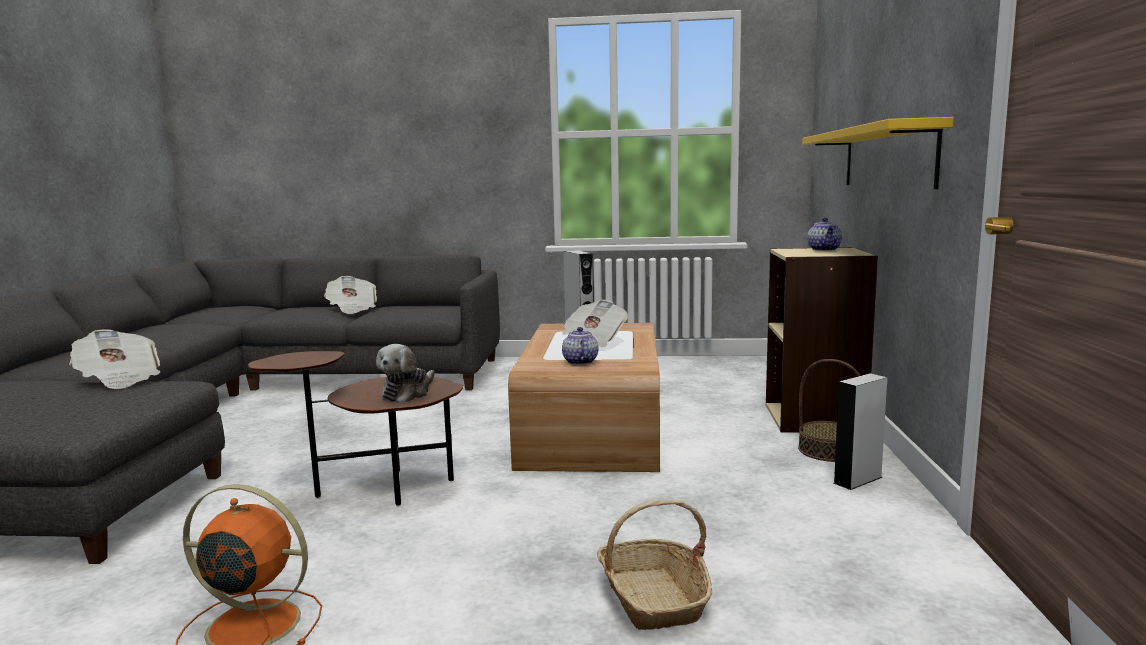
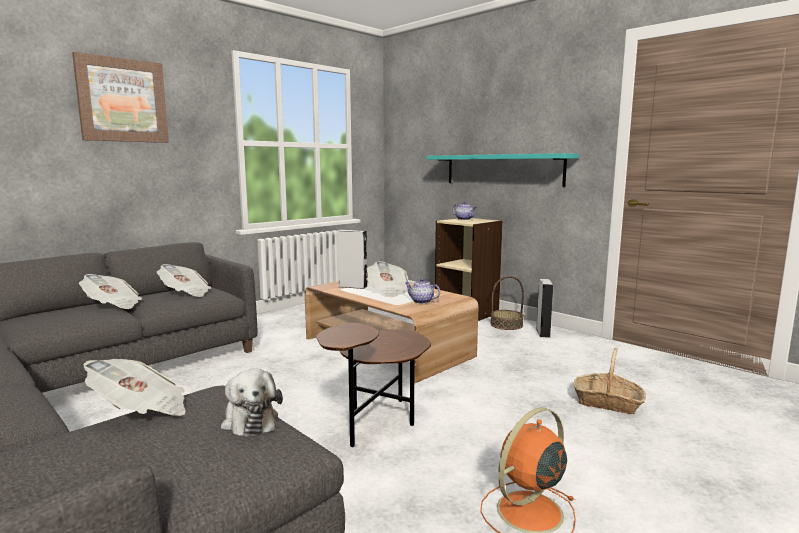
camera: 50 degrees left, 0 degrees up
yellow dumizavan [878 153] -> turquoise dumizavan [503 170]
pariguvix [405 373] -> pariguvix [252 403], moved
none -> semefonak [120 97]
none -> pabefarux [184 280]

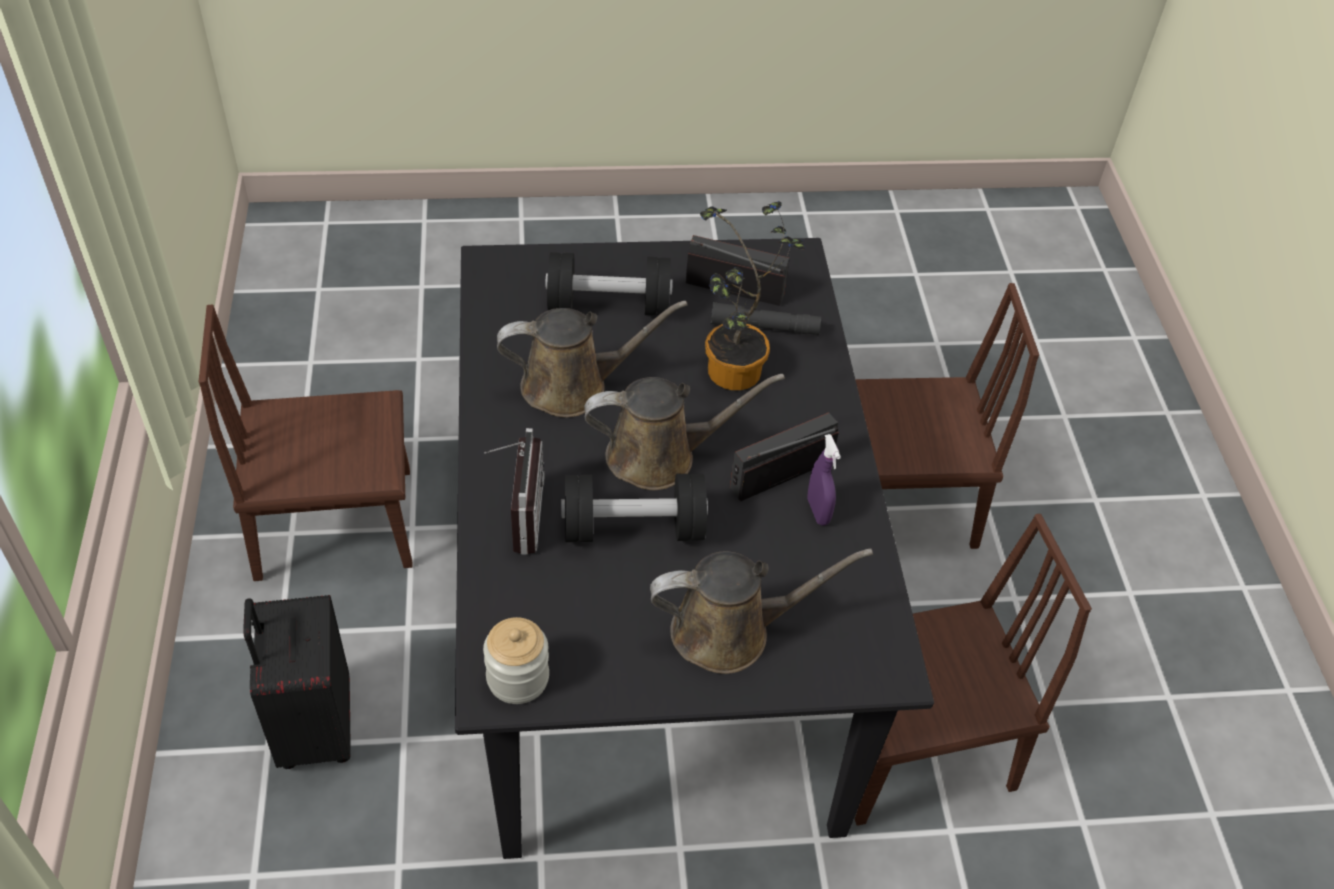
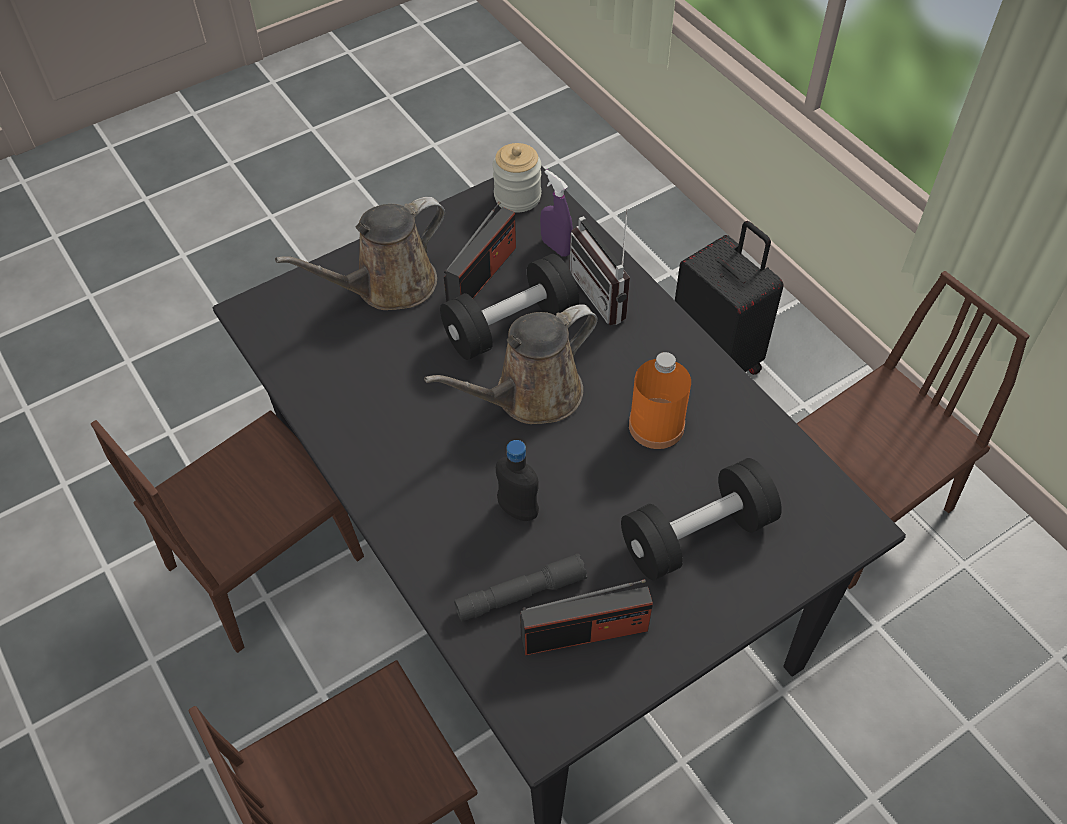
camera: 155 degrees right, 5 degrees up
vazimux [752 295] -> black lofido [517 480]
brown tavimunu [592 359] -> orange lofido [660 400]
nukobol [784 457] -> nukobol [480 252], moved
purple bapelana [824 480] -> purple bapelana [556 213], moved

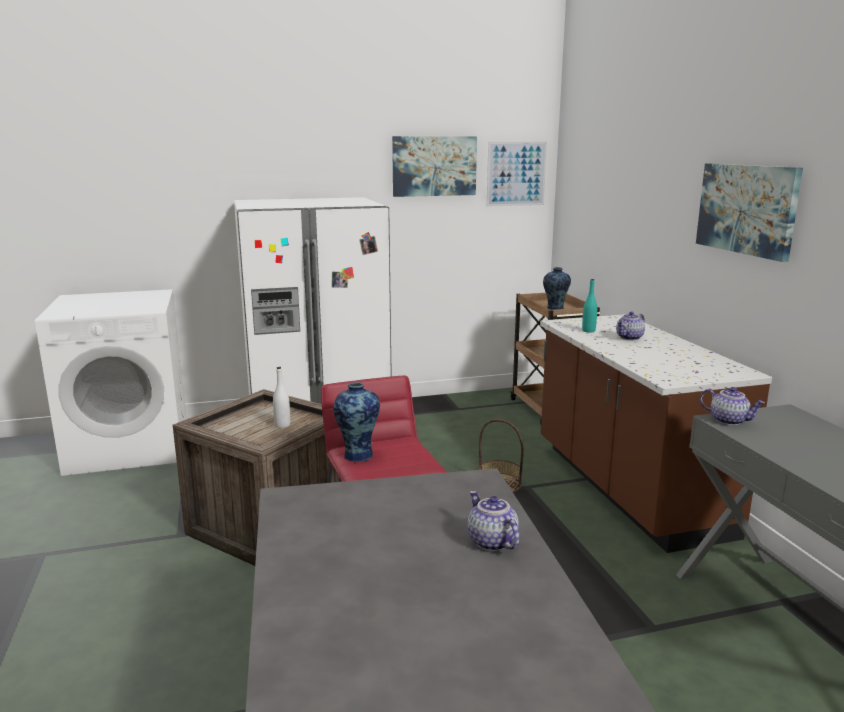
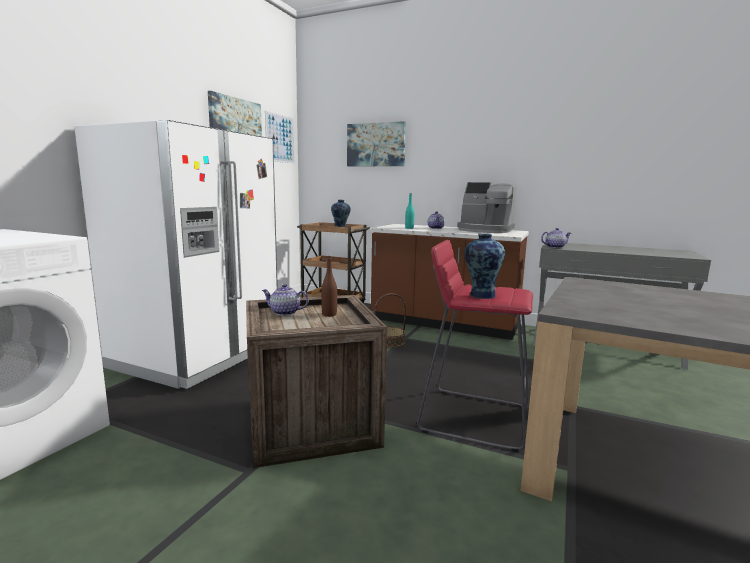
camera: 50 degrees left, 5 degrees down
semefonak [749 212] -> semefonak [376 143], moved
white lofido [281 397] -> brown lofido [329 286]
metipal [493 521] -> metipal [285 300], moved
none -> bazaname [486 207]

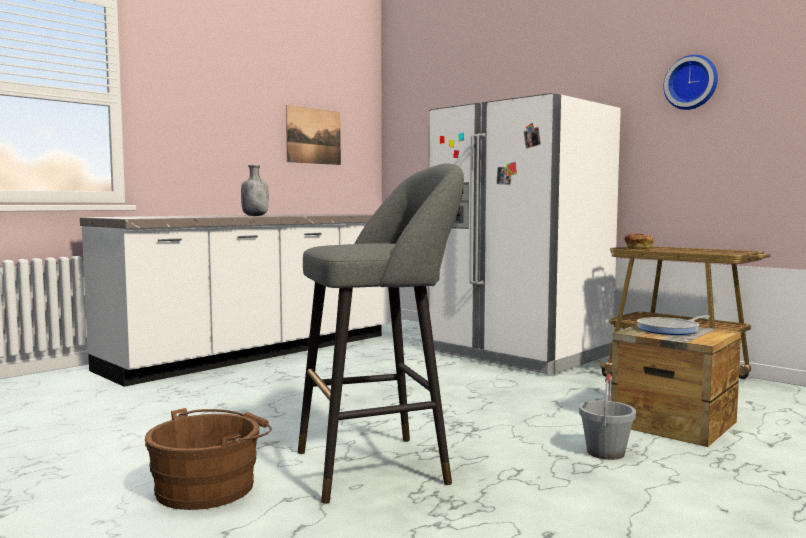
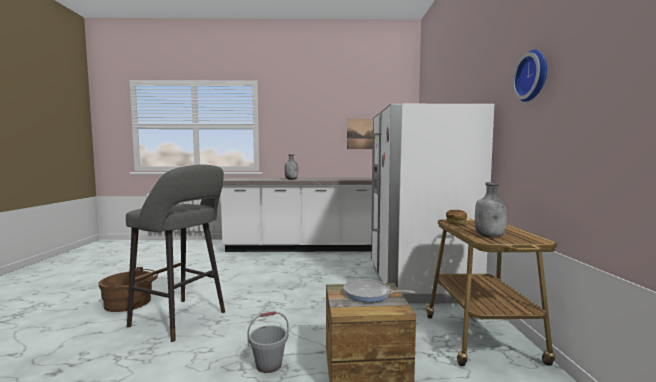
camera: 45 degrees right, 0 degrees up
none -> grey lofido [491 209]

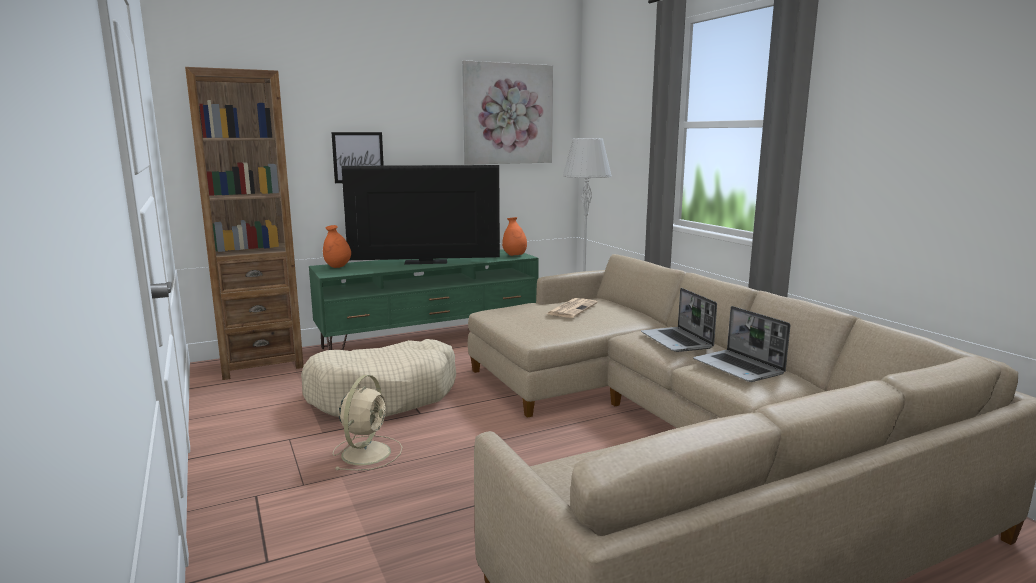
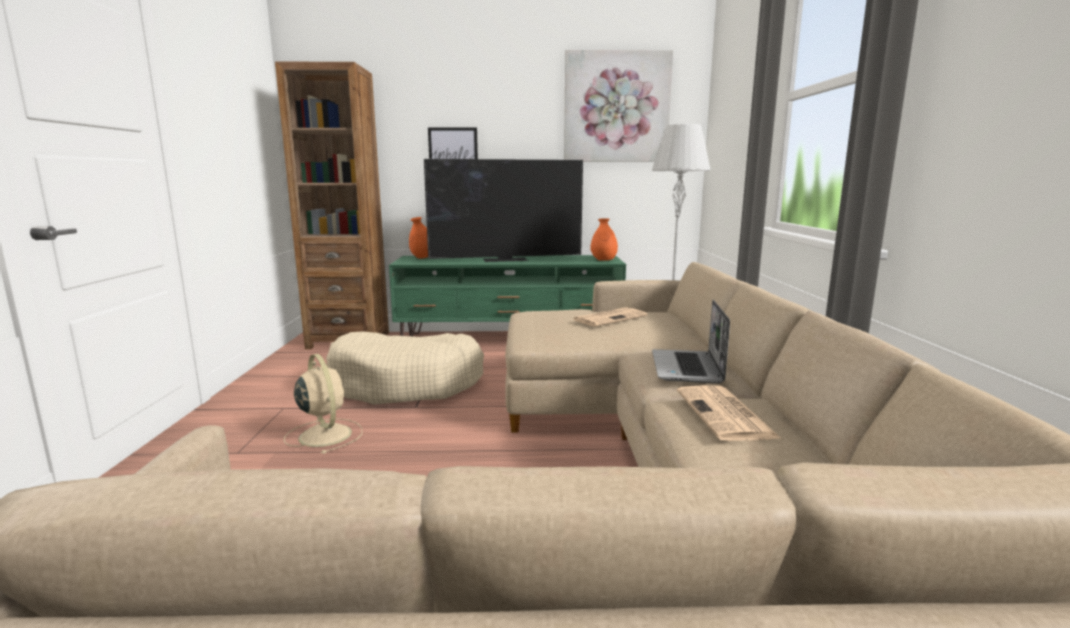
camera: 25 degrees right, 0 degrees up
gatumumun [421 215] -> gatumumun [503 210], 150 degrees clockwise
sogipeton [742 344] -> pabefarux [729 413]
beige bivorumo [368 423] -> beige bivorumo [323 404], 75 degrees counterclockwise

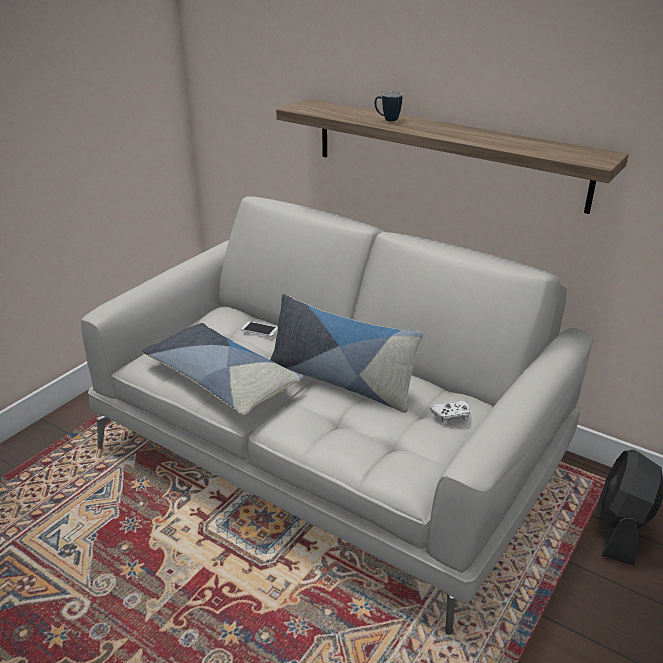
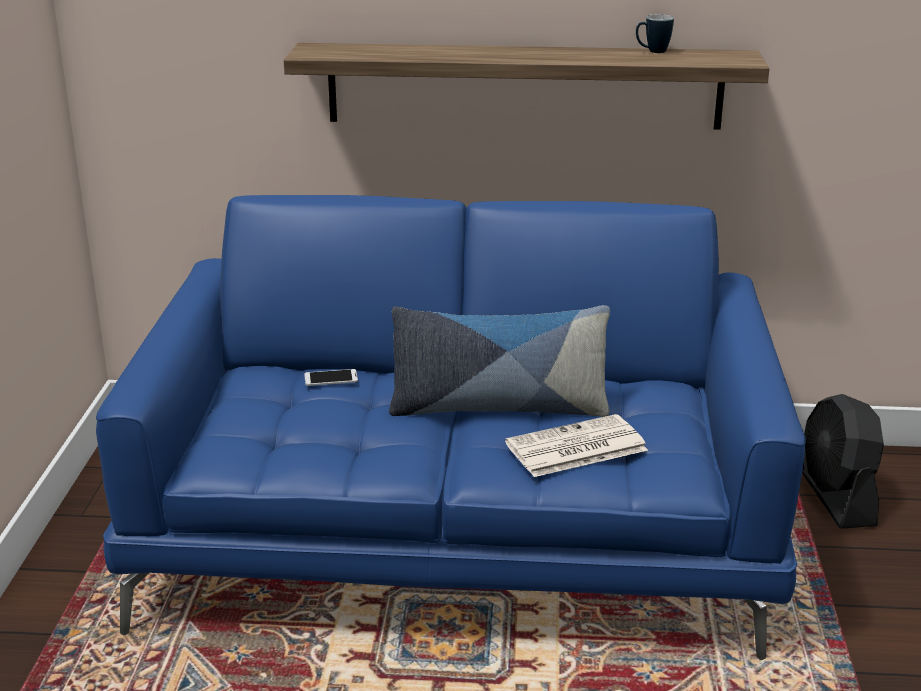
camera: 30 degrees left, 5 degrees down
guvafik [389 106] -> guvafik [655 33], moved
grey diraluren [337 415] -> blue diraluren [451 427]
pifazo [222 369] -> none
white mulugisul [450 412] -> none
none -> pabefarux [576 445]

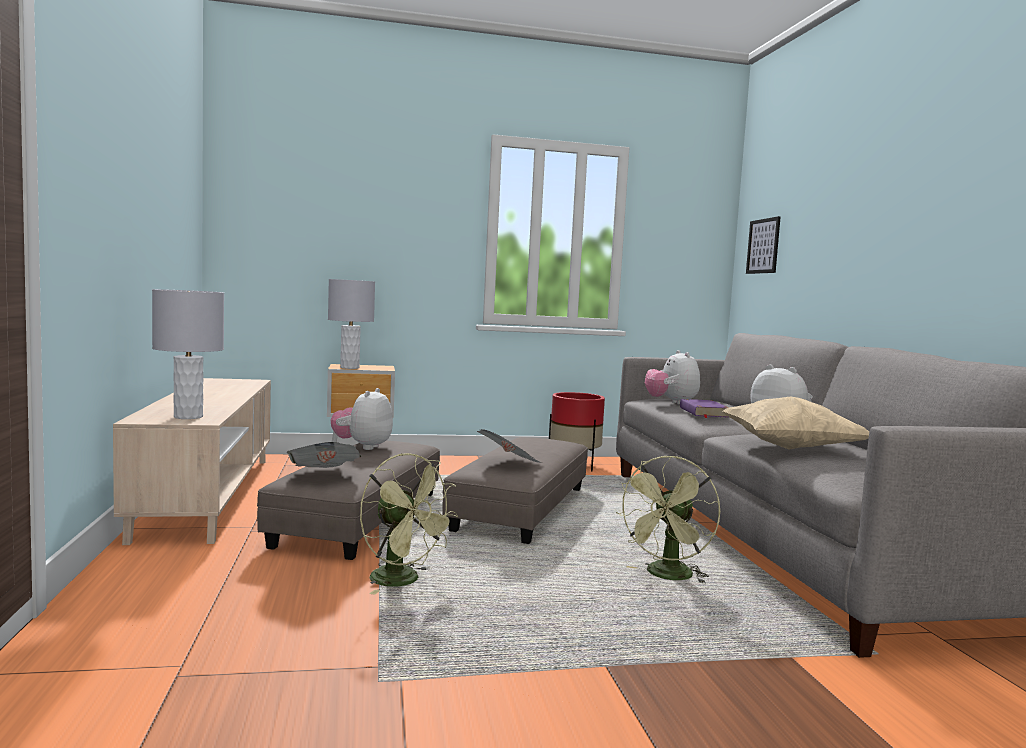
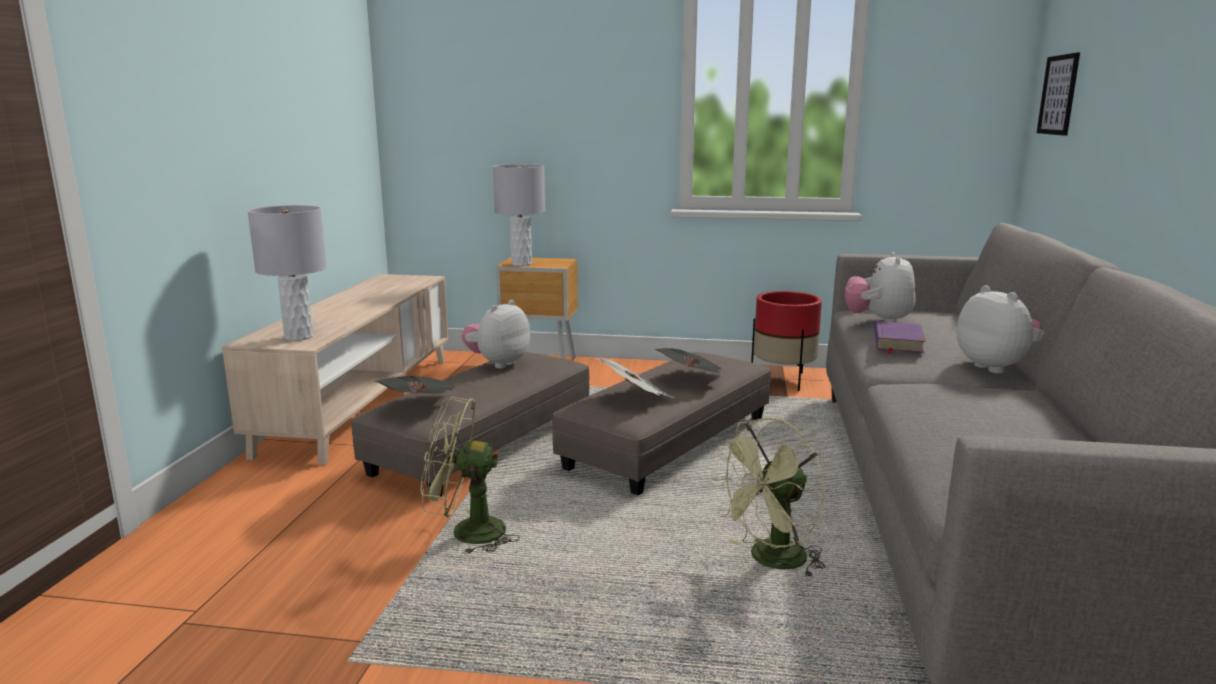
camera: 20 degrees right, 10 degrees up
beige pifazo [796 423] -> none
green bivorumo [409 524] -> green bivorumo [470 476], 120 degrees clockwise
none -> pabefarux [688 360]

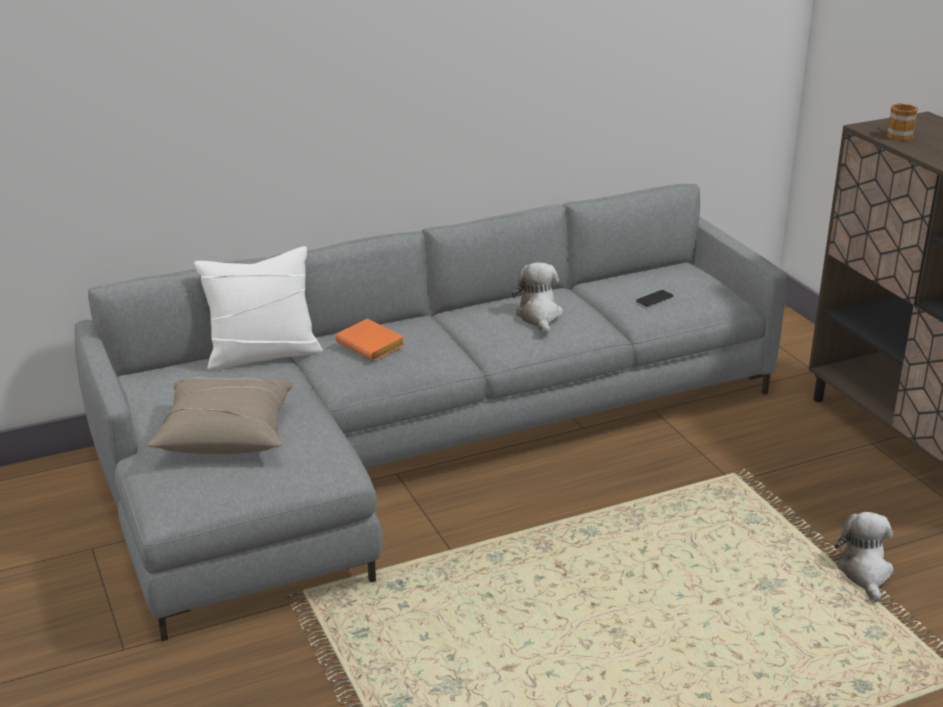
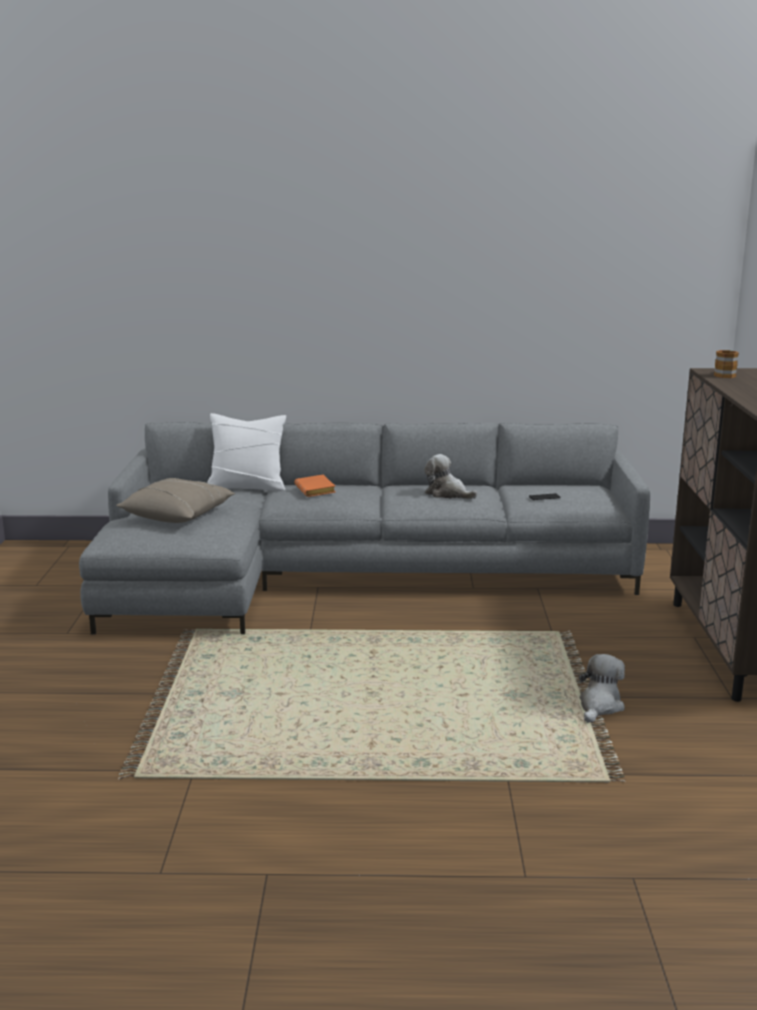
camera: 25 degrees right, 10 degrees down
pariguvix [537 298] -> pariguvix [450 476], 75 degrees counterclockwise

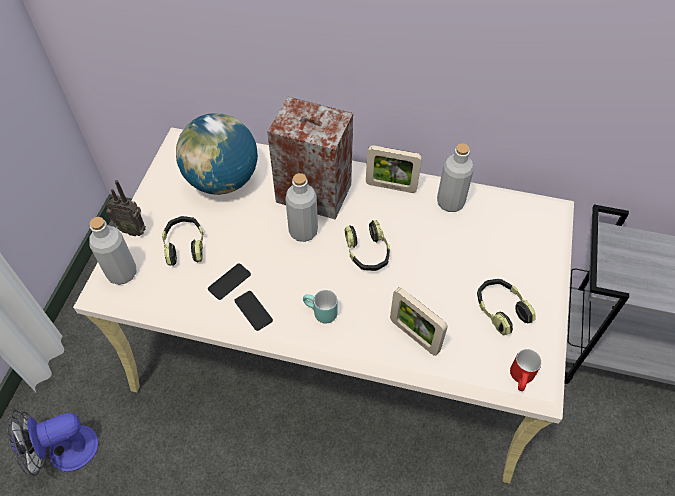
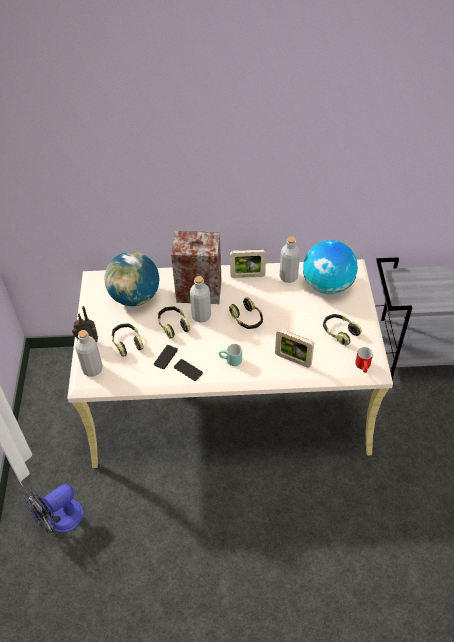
camera: 15 degrees left, 5 degrees down
none -> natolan [330 267]
none -> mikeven [174 322]

